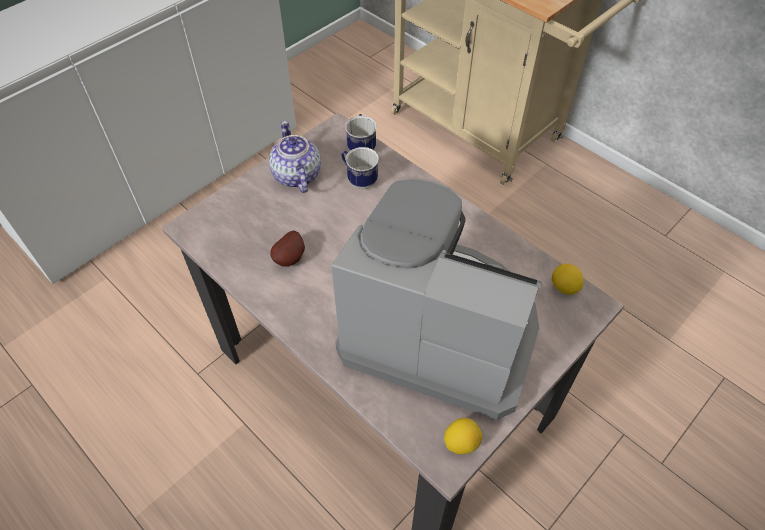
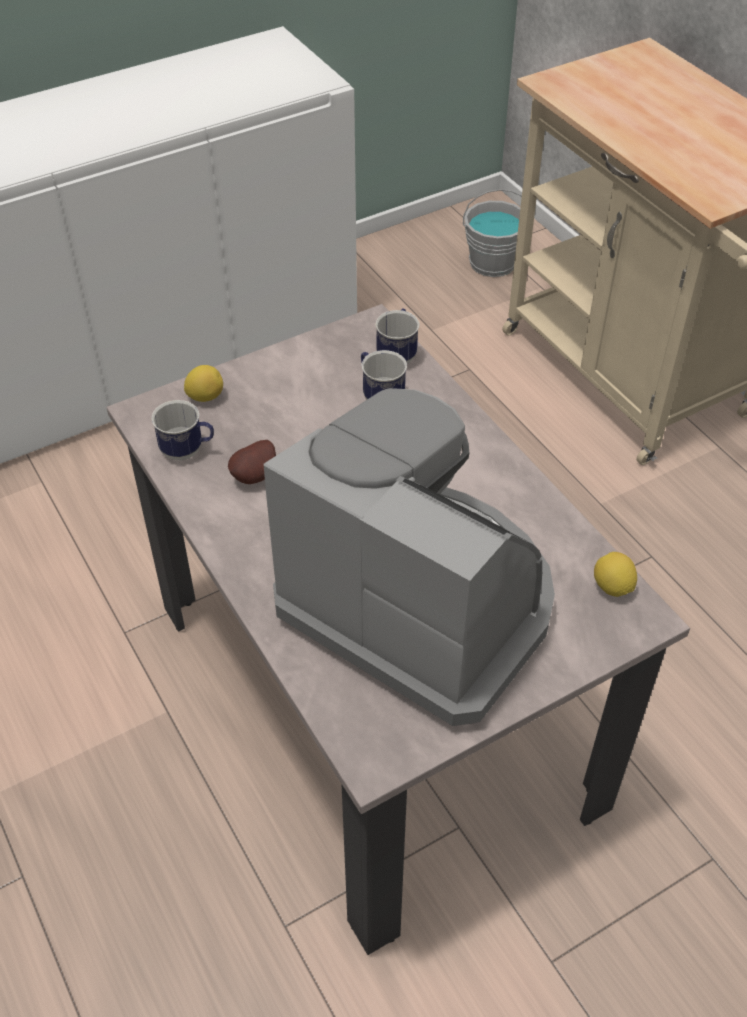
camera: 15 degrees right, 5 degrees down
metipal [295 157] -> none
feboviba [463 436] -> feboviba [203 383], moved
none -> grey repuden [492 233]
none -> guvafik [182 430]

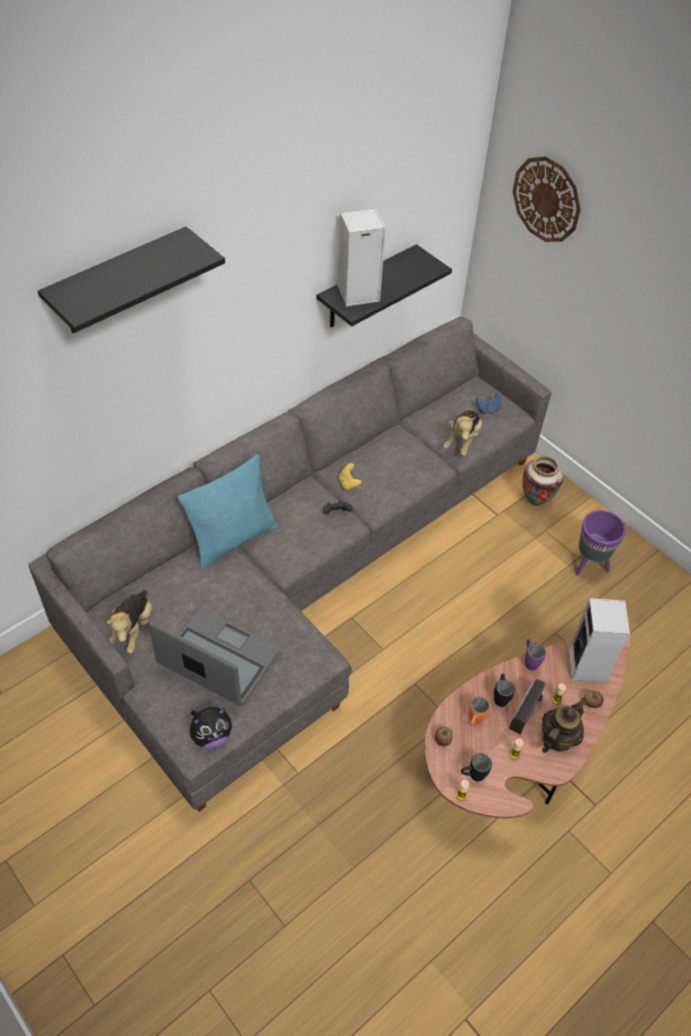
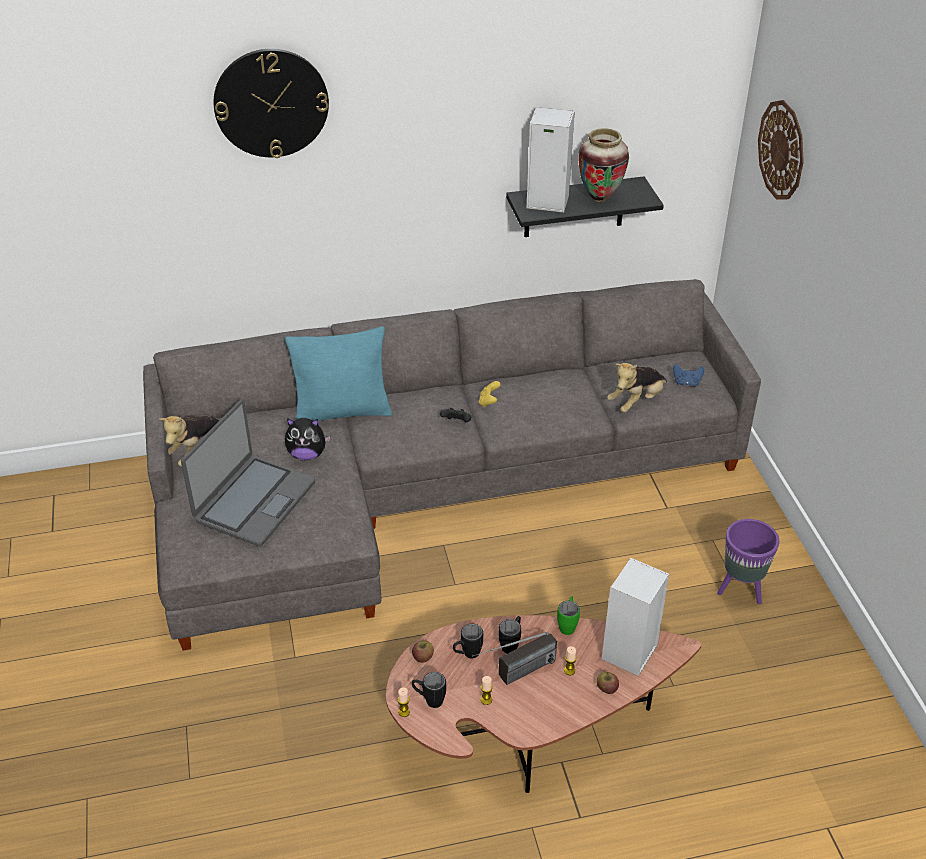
camera: 30 degrees right, 10 degrees down
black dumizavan [131 279] -> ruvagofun [271 103]
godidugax [543 481] -> godidugax [603 165], moved
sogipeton [214 657] -> sogipeton [248 472], 60 degrees clockwise
purple guvafik [535 654] -> green guvafik [568 615]
orange guvafik [479 711] -> black guvafik [468 641]
metipal [564 725] -> none
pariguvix [211 727] -> pariguvix [307 439], moved

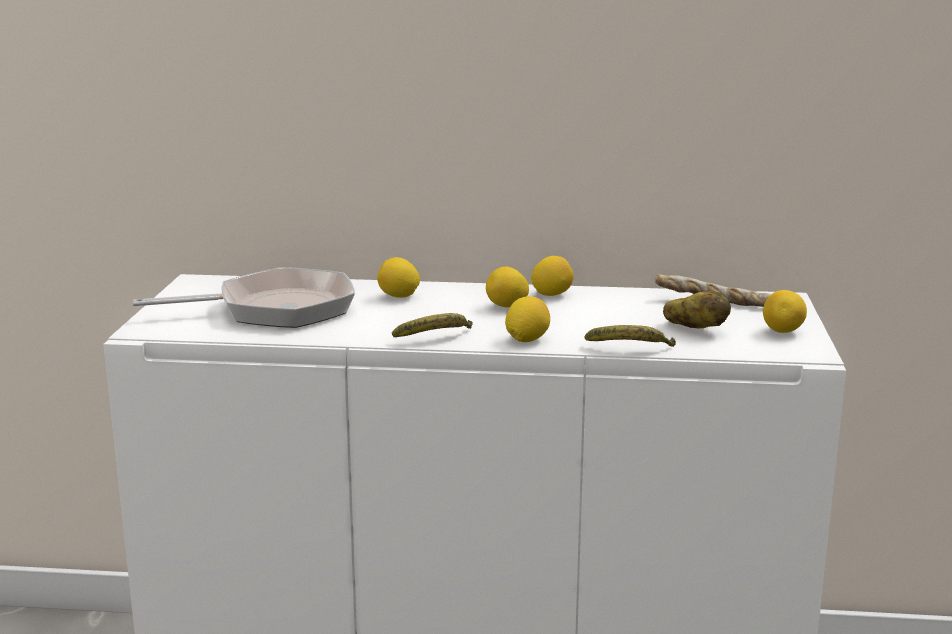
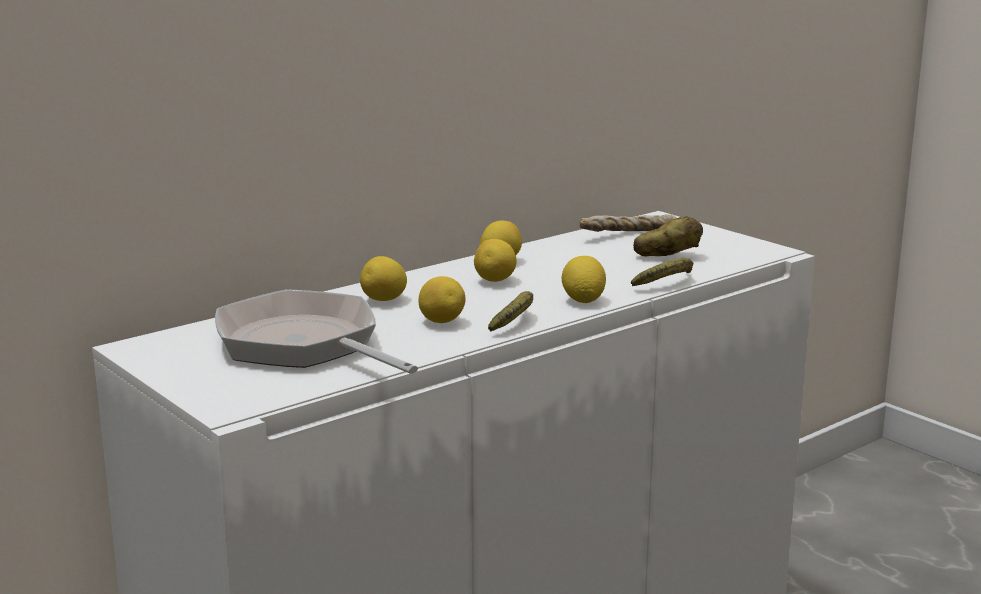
camera: 45 degrees left, 0 degrees up
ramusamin [244 297] -> ramusamin [316 331], 75 degrees counterclockwise
feboviba [785 311] -> feboviba [442 299], moved

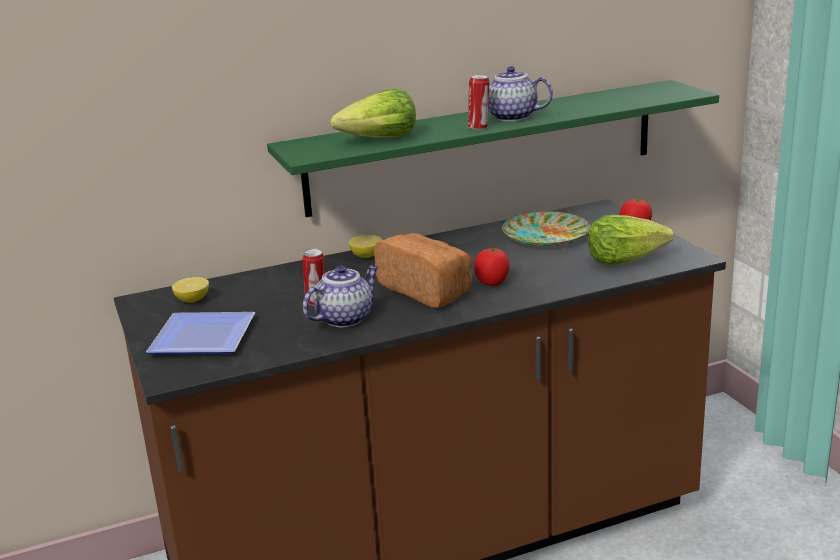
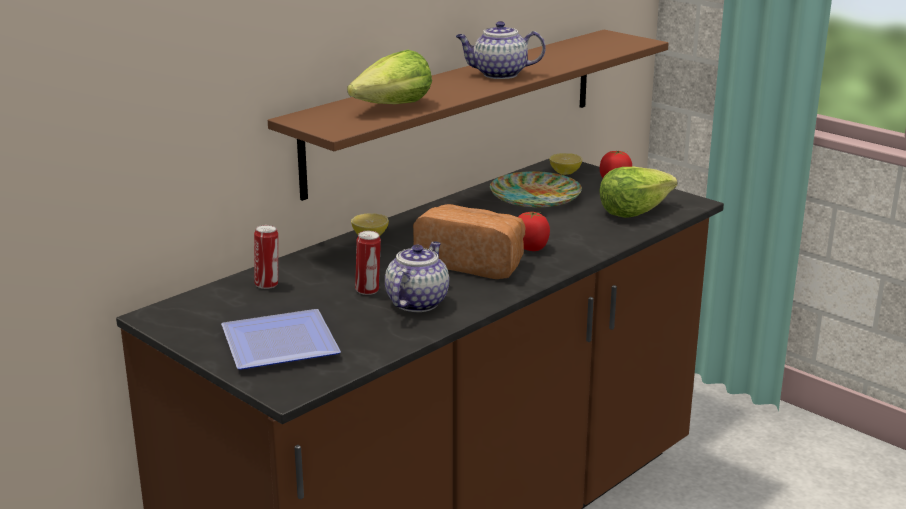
camera: 25 degrees left, 0 degrees up
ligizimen [479 102] -> ligizimen [266 257], moved
green dumizavan [493 148] -> brown dumizavan [468 115]
feboviba [190 290] -> feboviba [566 164], moved

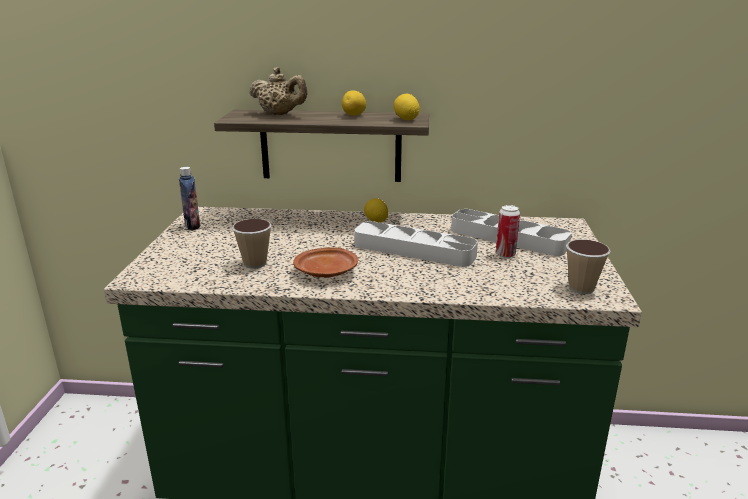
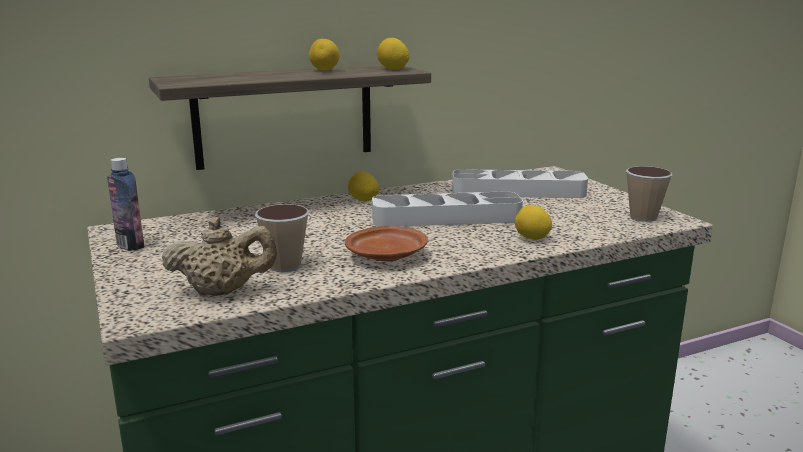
camera: 30 degrees left, 5 degrees down
beige metipal [278 91] -> beige metipal [219 256], moved
ligizimen [508 231] -> none
none -> feboviba [533 222]

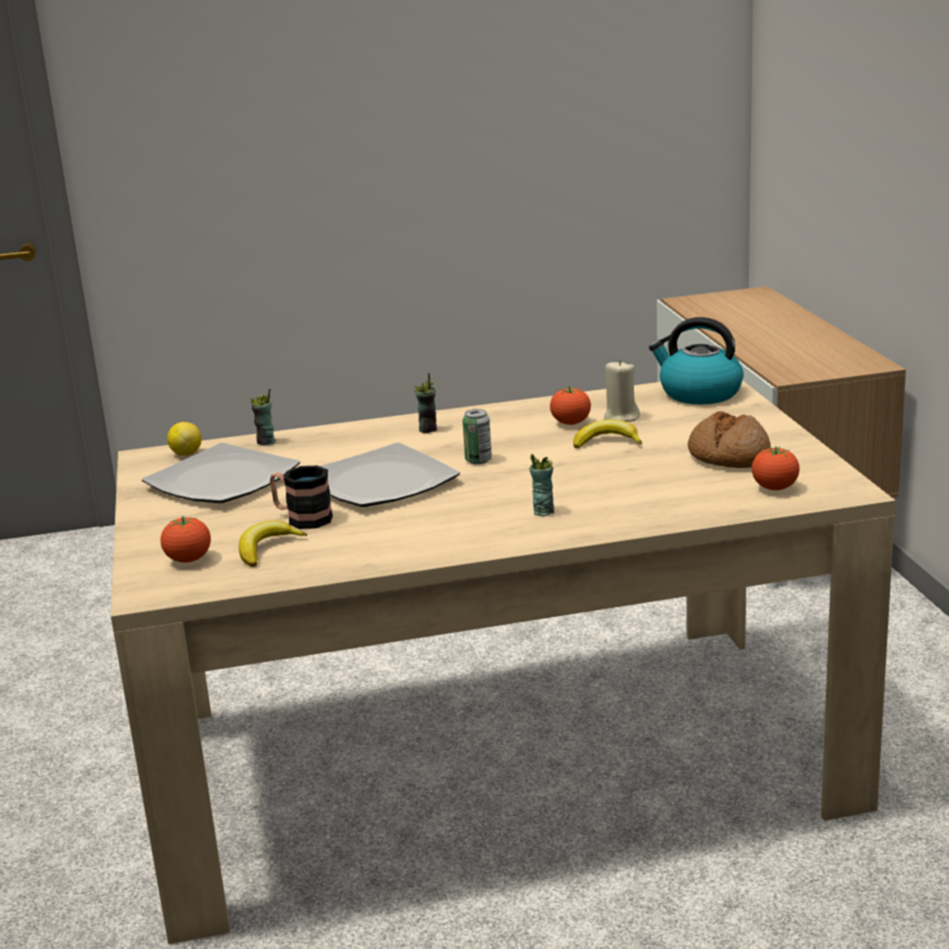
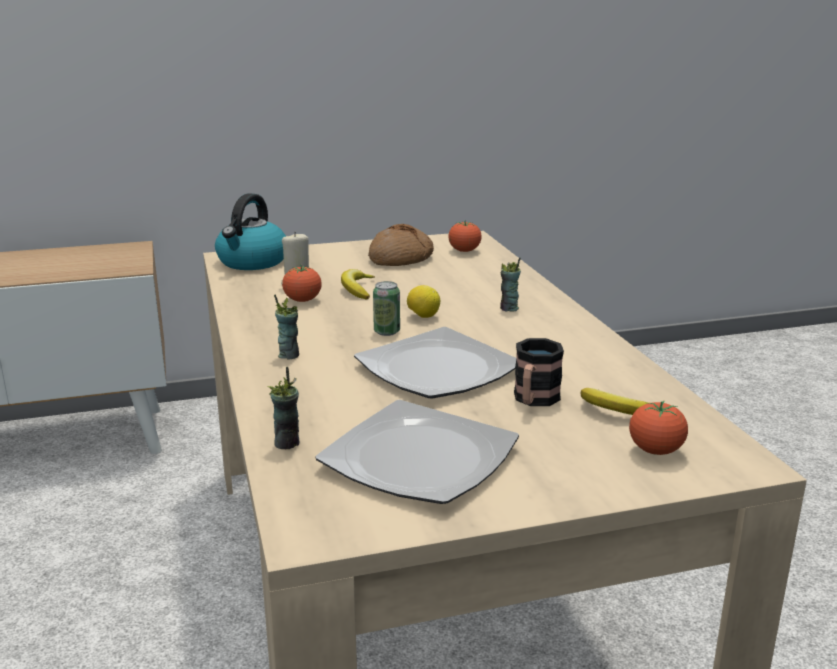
camera: 95 degrees left, 0 degrees up
feboviba [184 439] -> feboviba [423 301], moved

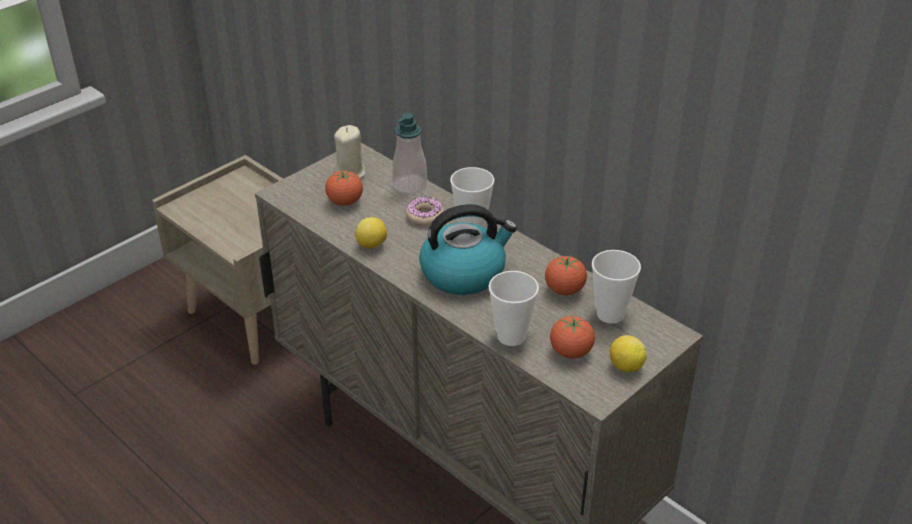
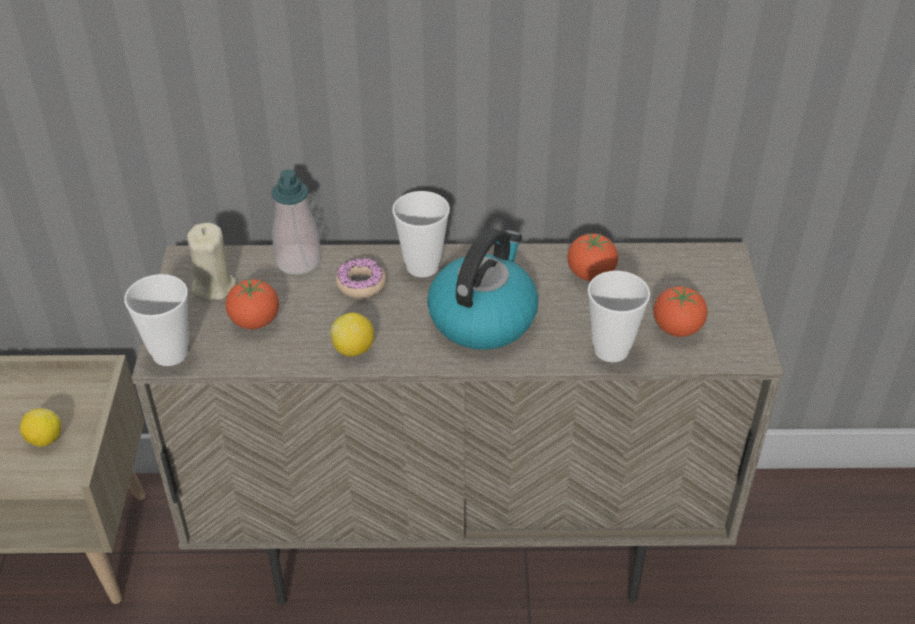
camera: 45 degrees left, 5 degrees up
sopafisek [616 287] -> sopafisek [156 320], moved
feboviba [628 353] -> feboviba [40 427], moved

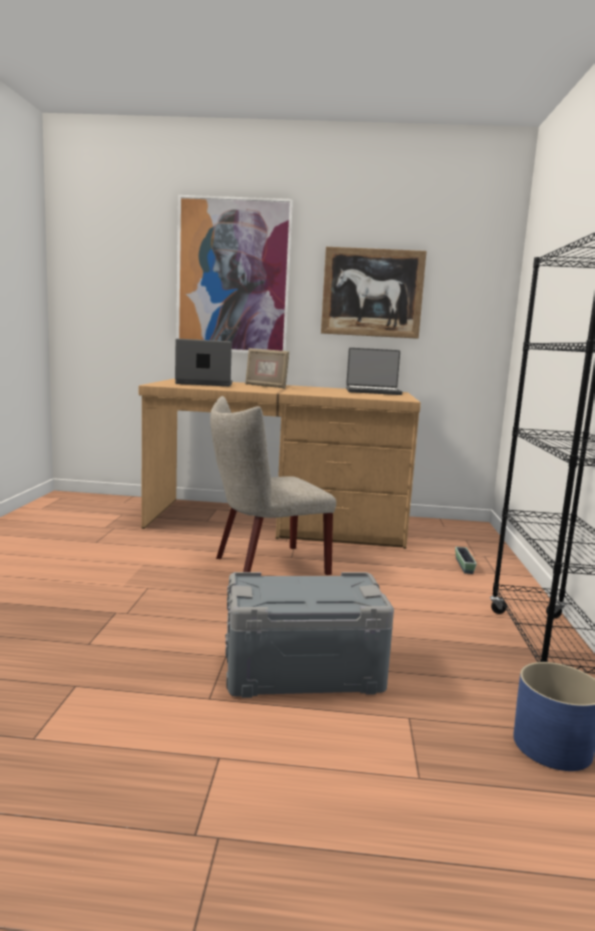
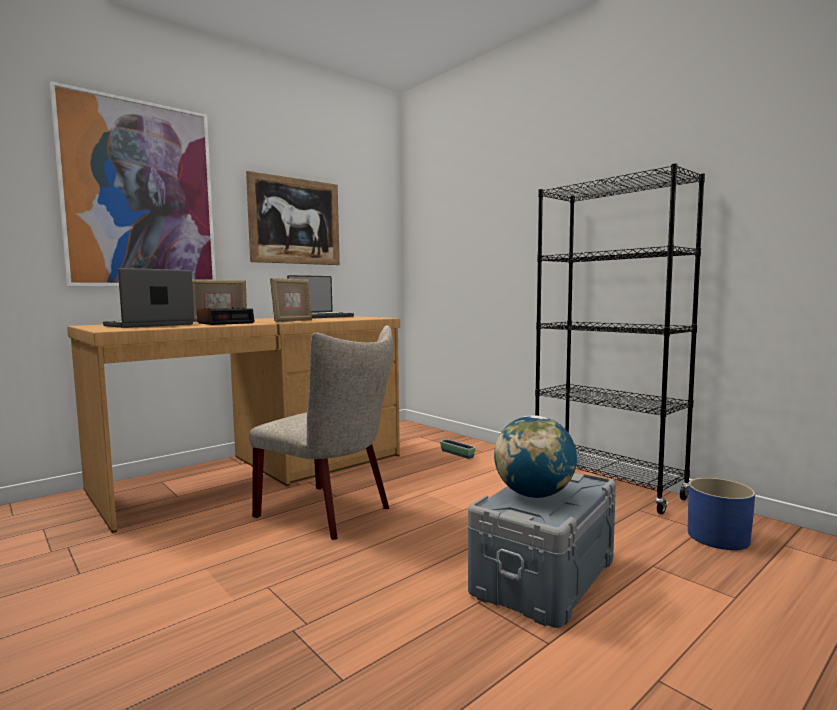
camera: 45 degrees left, 5 degrees down
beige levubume [273 485] -> beige levubume [321 432], 75 degrees counterclockwise
none -> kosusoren [291 300]
none -> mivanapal [226 316]
none -> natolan [535 456]

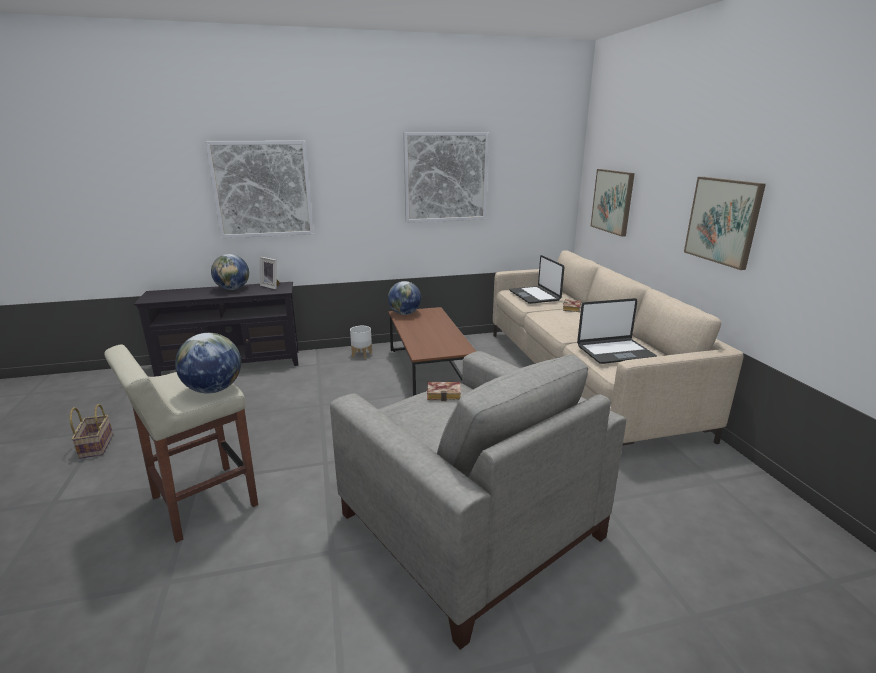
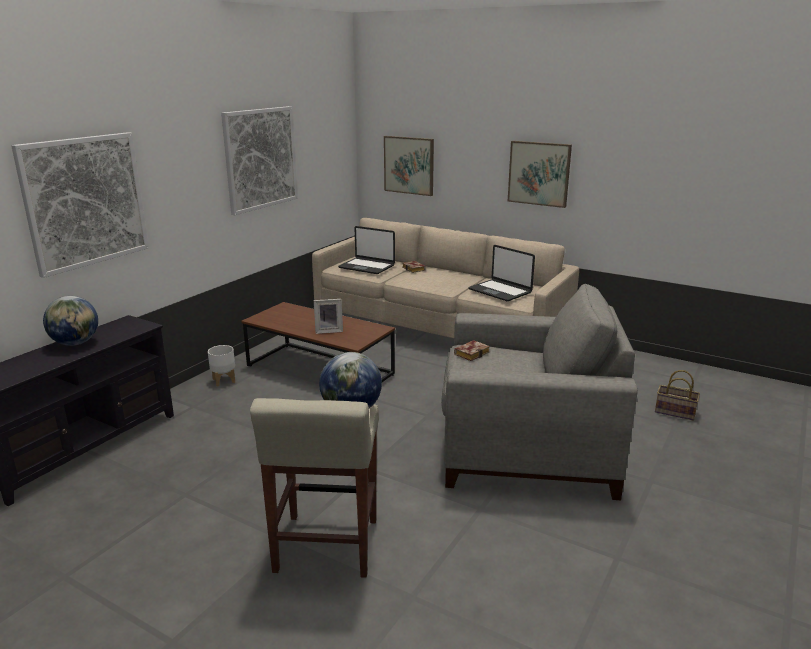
camera: 45 degrees left, 0 degrees up
kosusoren [269 273] -> kosusoren [328 316], moved
natolan [404 298] -> none
sogipeton [617 331] -> sogipeton [501 273], 105 degrees clockwise
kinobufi [91 431] -> kinobufi [677 395], moved

